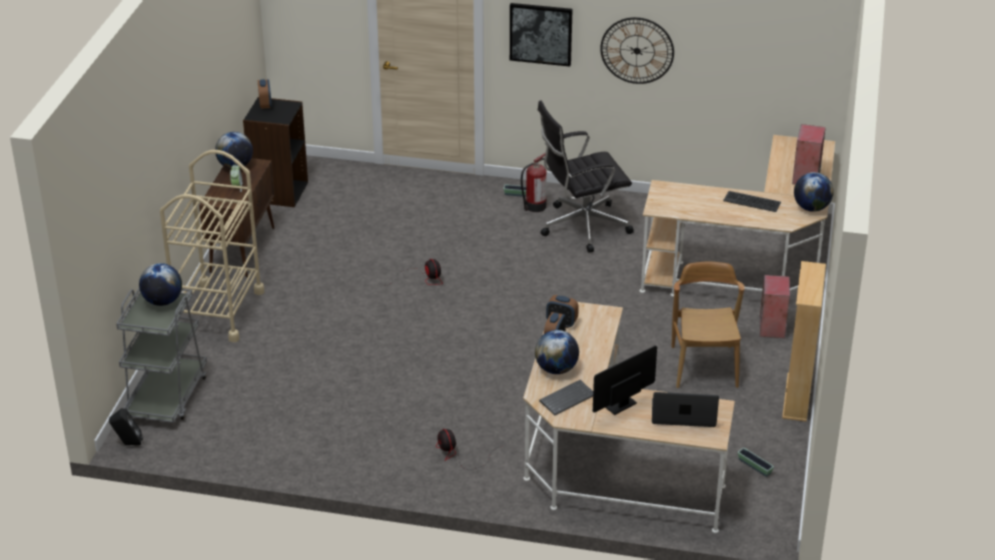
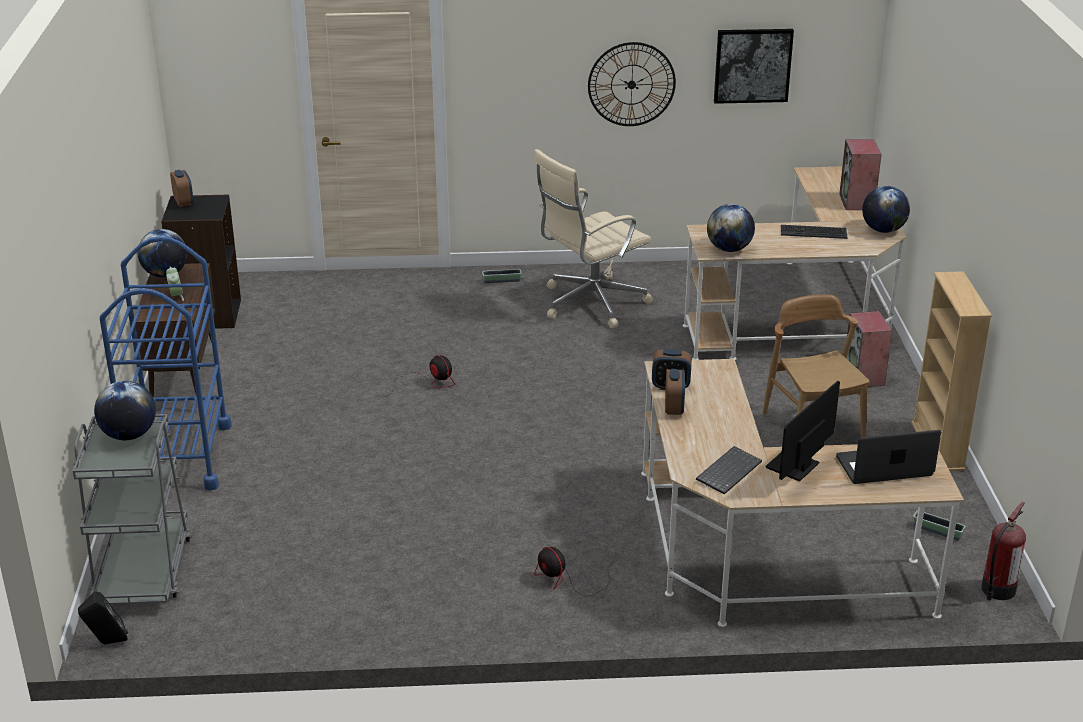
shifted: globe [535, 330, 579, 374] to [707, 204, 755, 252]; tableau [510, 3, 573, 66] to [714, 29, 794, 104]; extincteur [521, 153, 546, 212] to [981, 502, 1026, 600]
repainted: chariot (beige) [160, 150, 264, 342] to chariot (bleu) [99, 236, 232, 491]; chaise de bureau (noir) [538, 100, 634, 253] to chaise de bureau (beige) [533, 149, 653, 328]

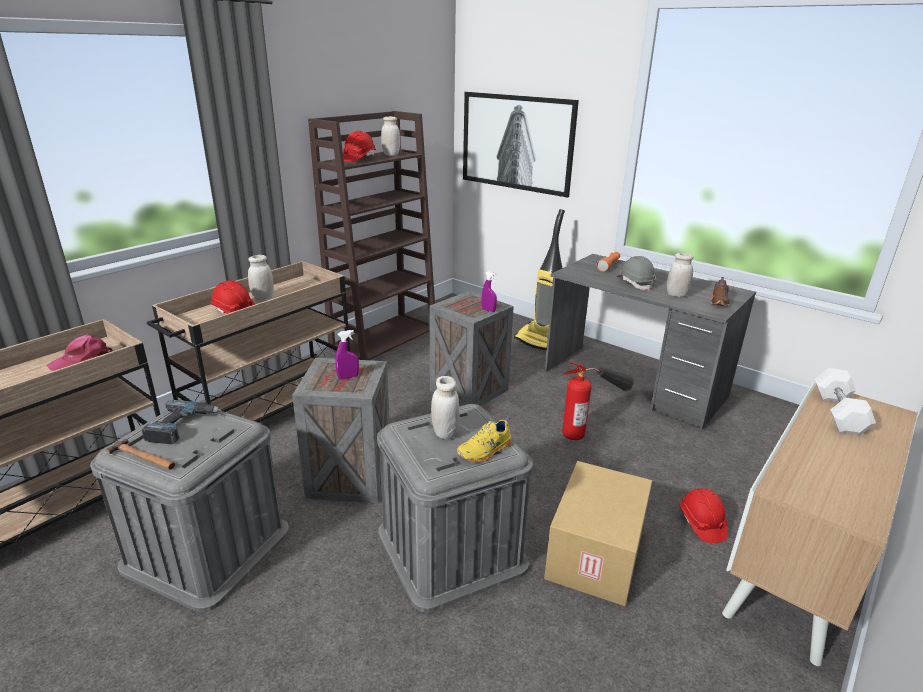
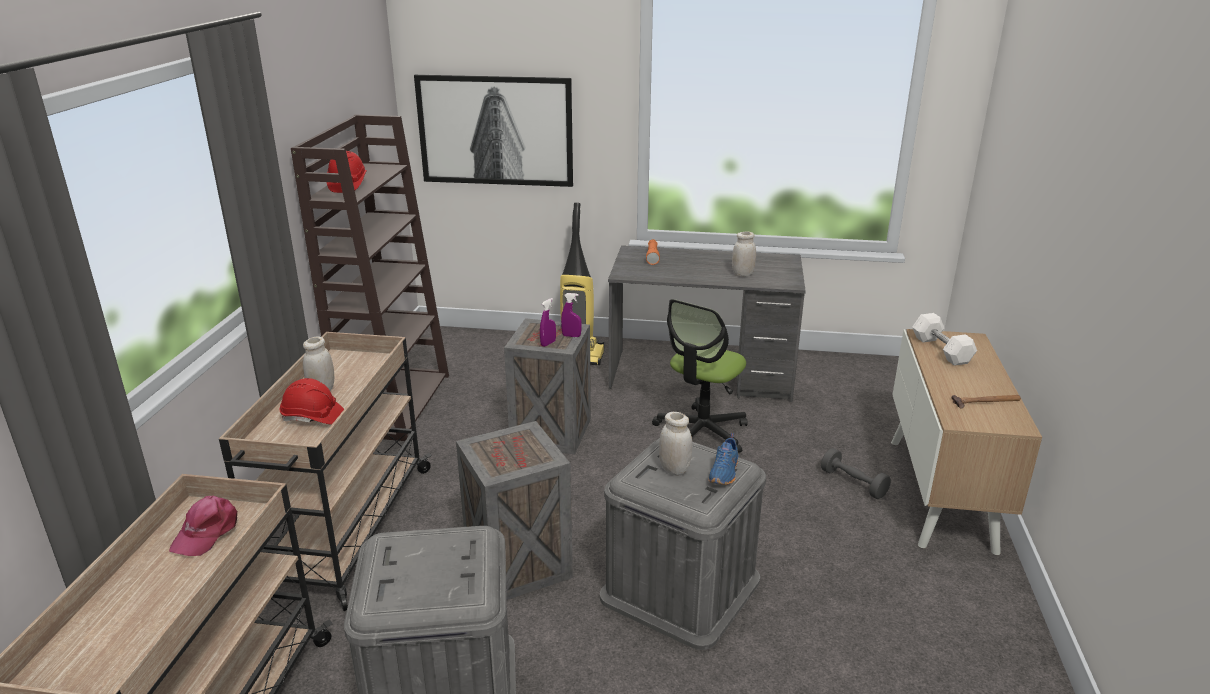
gone: perceuse [142, 400, 221, 444]; bocal (blanc) [381, 116, 400, 156]; carton [544, 461, 652, 606]; casque de chantier (gris) [617, 256, 656, 291]; chaussure (marron) [711, 277, 730, 307]
shifted: vaporisateur (violet) [335, 330, 359, 380] to [540, 298, 556, 347]; marteau [105, 439, 175, 470] to [952, 395, 1021, 408]
swapped: extincteur [562, 361, 634, 440] to chaise de bureau [652, 299, 748, 452]; casque de chantier (rouge) [680, 488, 728, 543] to haltère (gris) [821, 448, 891, 499]
repainted: chaussure (jaune) [457, 416, 512, 462] to chaussure (bleu) [708, 433, 738, 485]

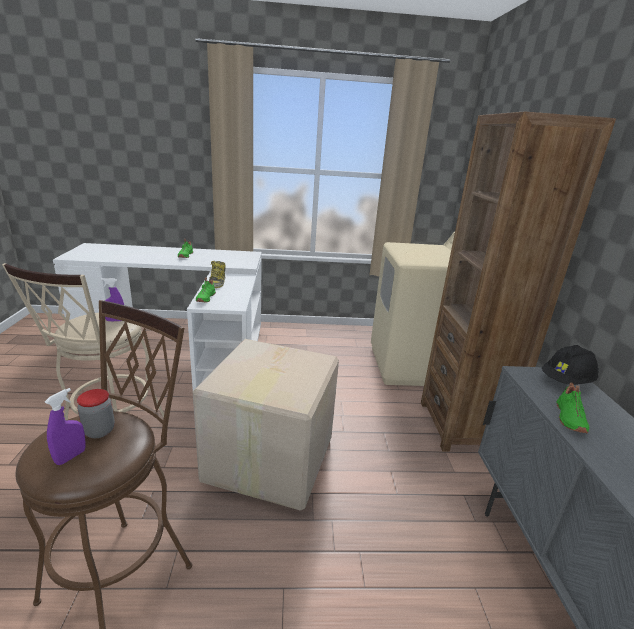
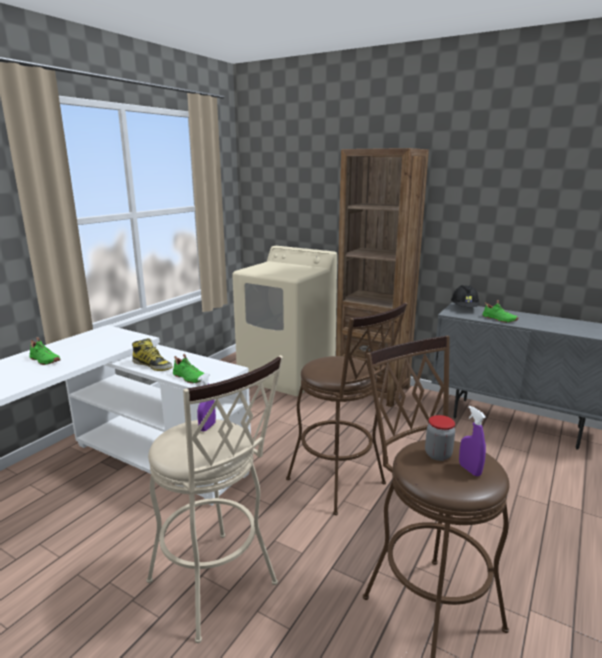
swapped: carton [192, 339, 339, 511] to tabouret (marron) [286, 302, 408, 515]

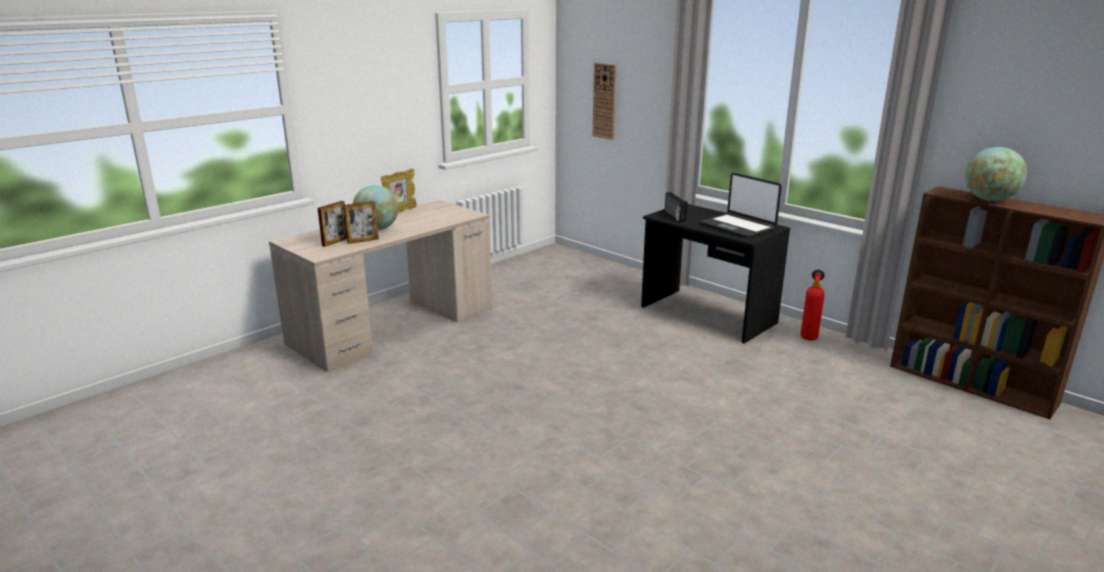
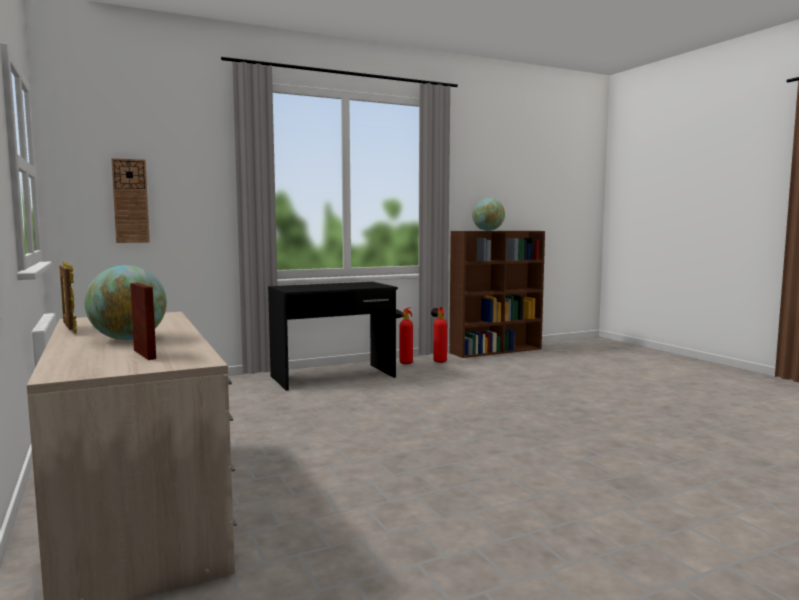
gone: cadre photo [343, 201, 379, 244]; radio [665, 192, 688, 223]; ordinateur portable [700, 172, 782, 238]
new: extincteur [431, 307, 447, 363]

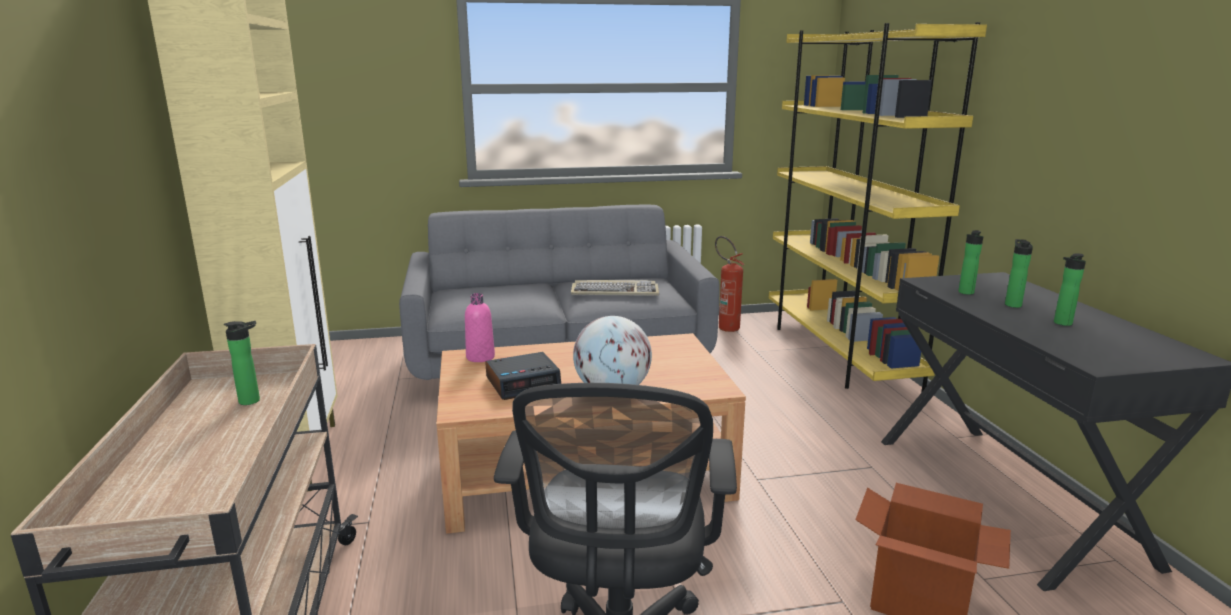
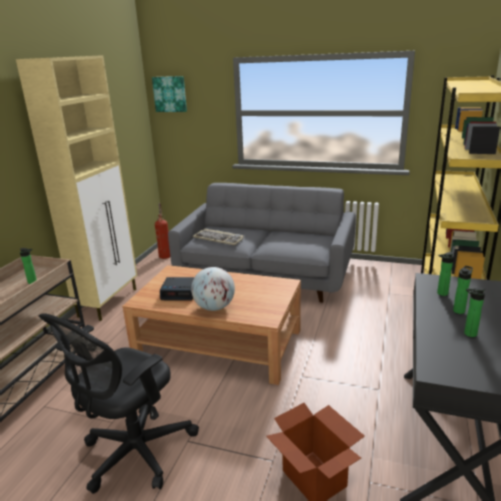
gone: bouteille (rose) [465, 293, 495, 362]
new: tableau [152, 76, 187, 112]
shifted: extincteur [715, 236, 745, 332] to [155, 203, 170, 259]; clavier [571, 280, 659, 296] to [193, 229, 244, 245]

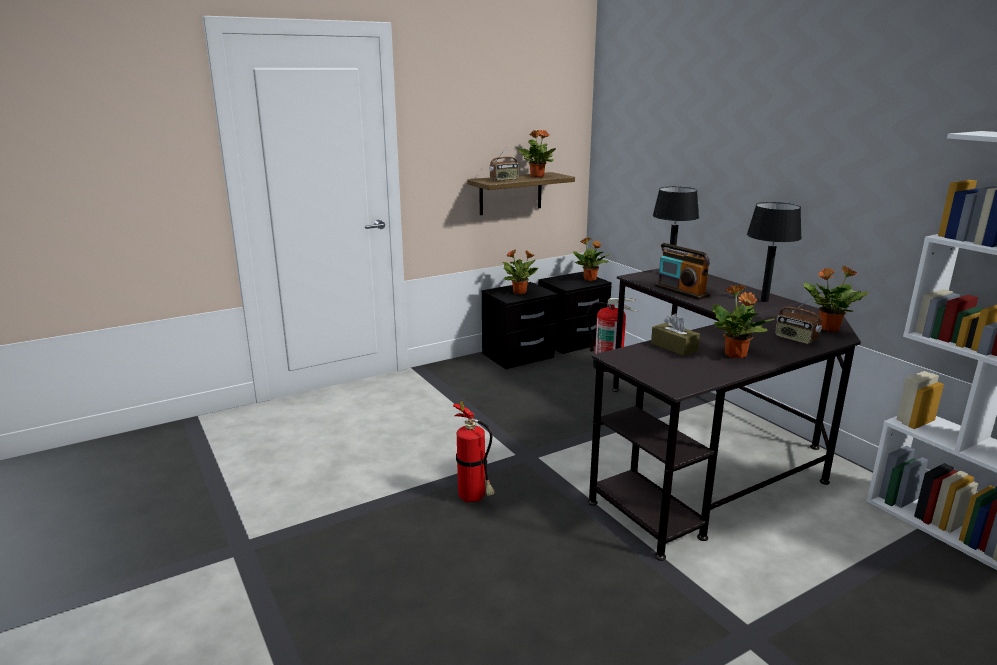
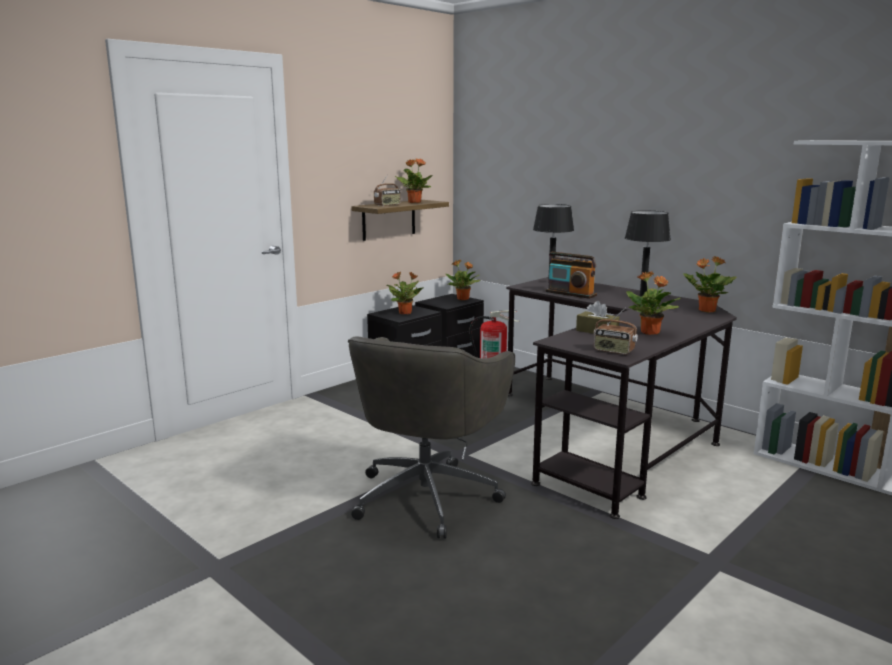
shifted: radio [775, 297, 822, 344] to [593, 308, 638, 355]
swapped: extincteur [453, 401, 495, 503] to chaise de bureau (gris) [348, 337, 515, 539]

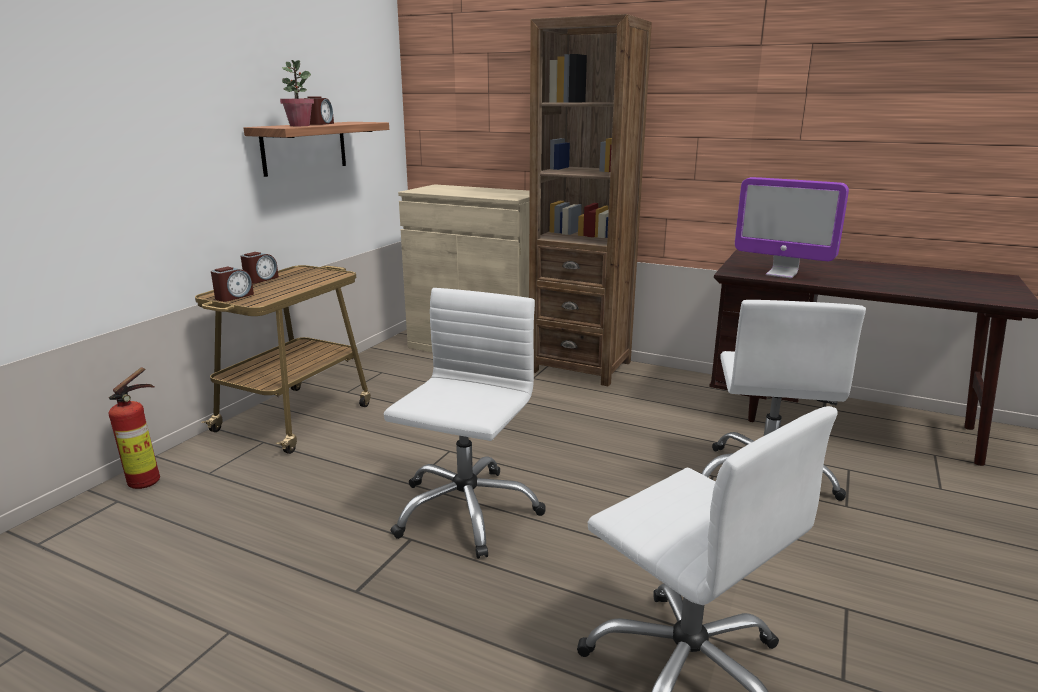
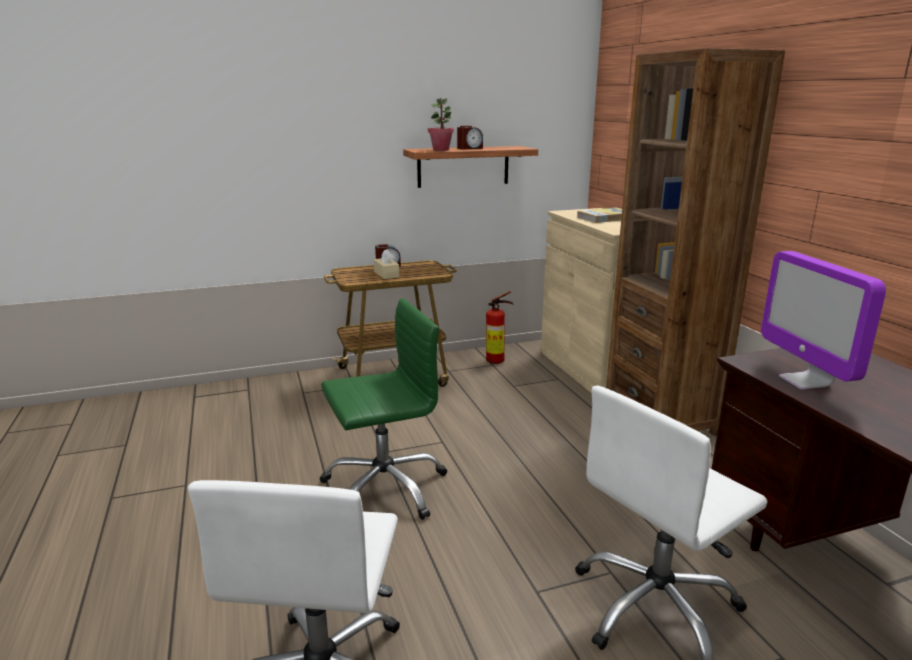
gone: réveil [211, 267, 254, 302]
new: boîte à mouchoirs (beige) [374, 249, 399, 279]; livre [576, 207, 622, 223]
shifted: extincteur [108, 367, 160, 489] to [486, 291, 514, 364]
repainted: chaise de bureau (blanc) [384, 288, 546, 559] to chaise de bureau (vert) [319, 298, 447, 520]

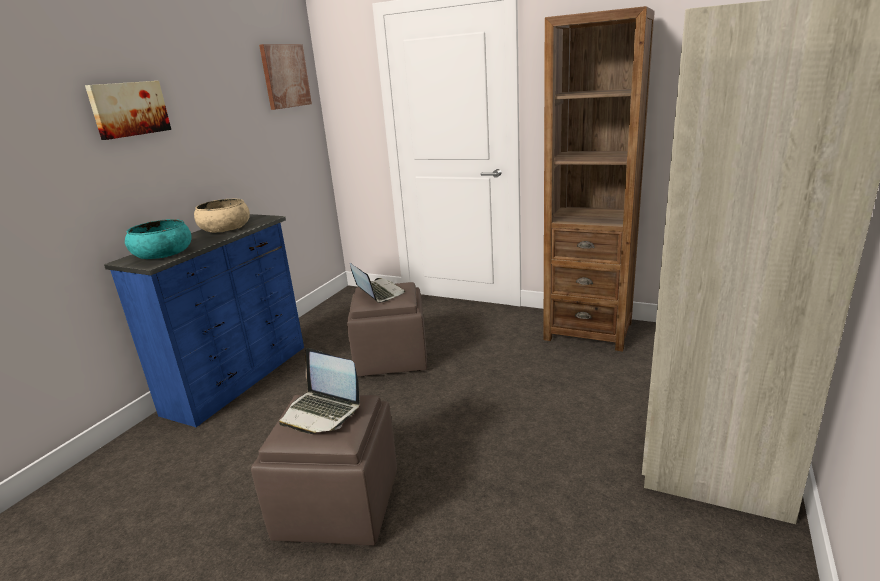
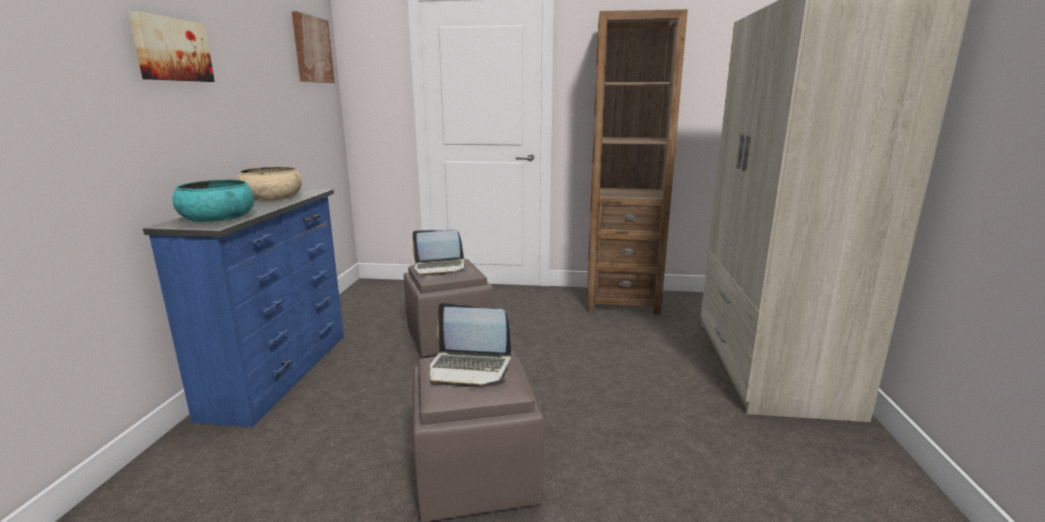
rotated: ordinateur portable [350, 263, 405, 303] = [412, 230, 468, 276] 135 degrees clockwise

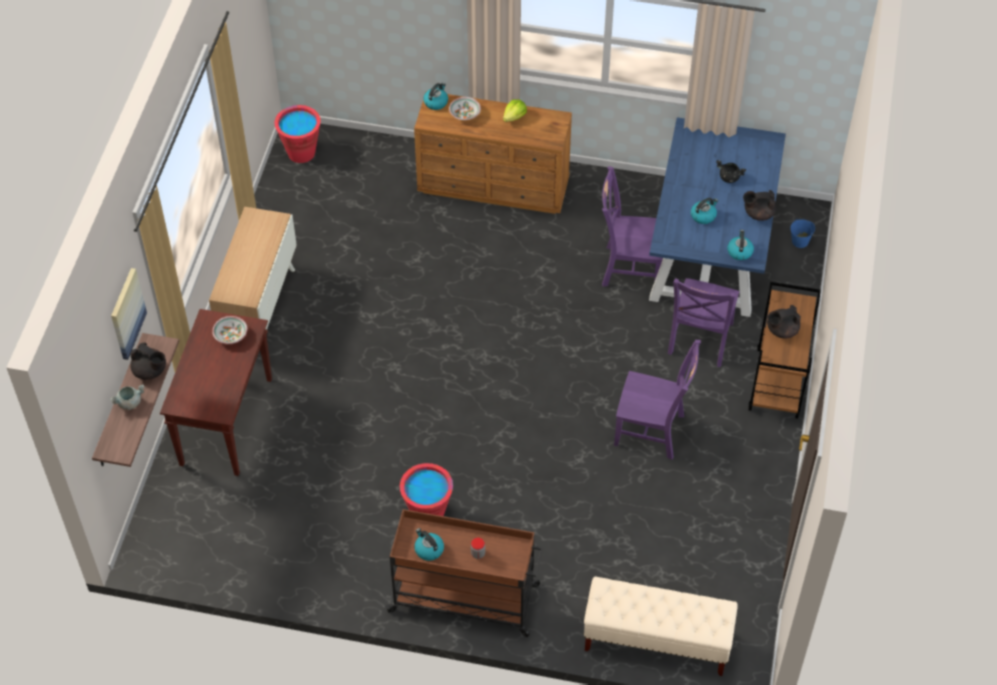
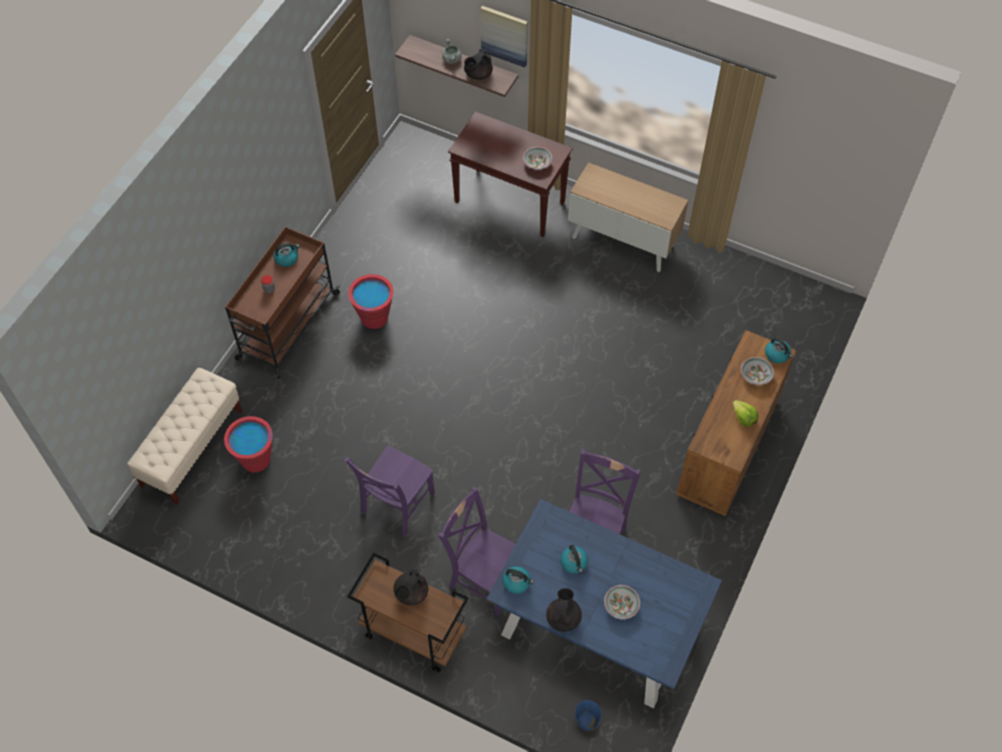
shifted: seau (rouge) [274, 105, 321, 163] to [224, 416, 273, 472]
swapped: marmite (noir) [716, 160, 746, 183] to bol [604, 585, 640, 619]
rotated: théière (noir) [767, 305, 801, 338] = [393, 569, 428, 605] 135 degrees counterclockwise

